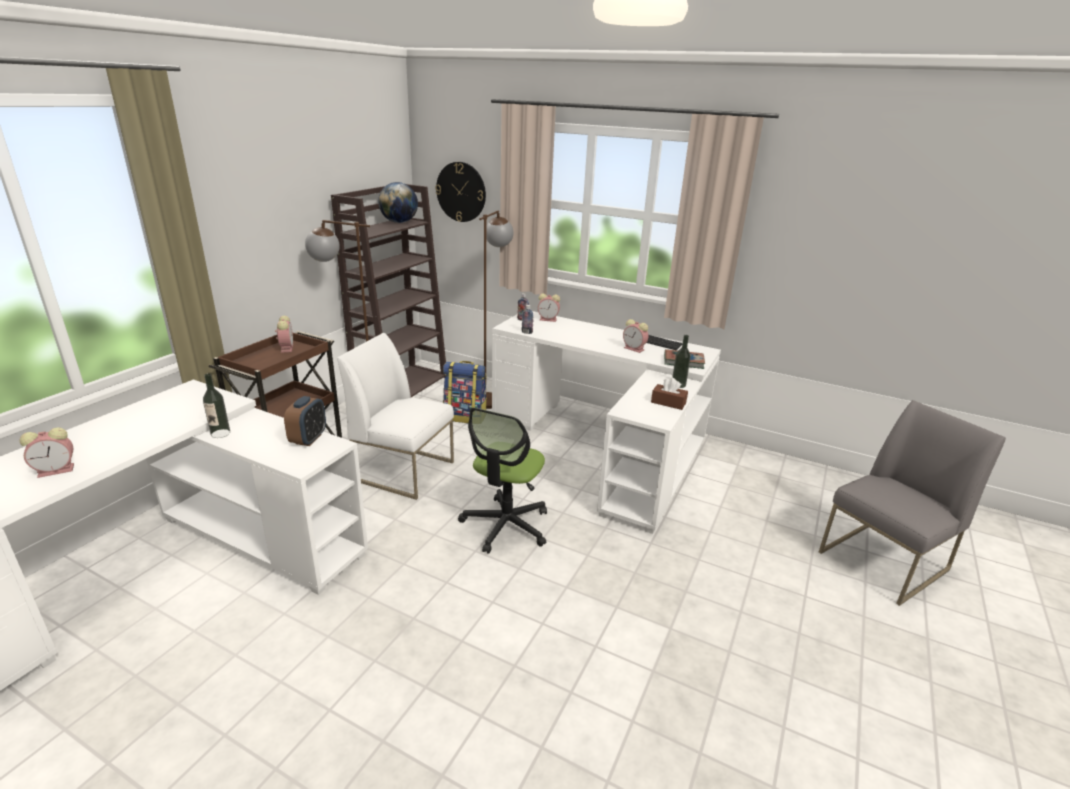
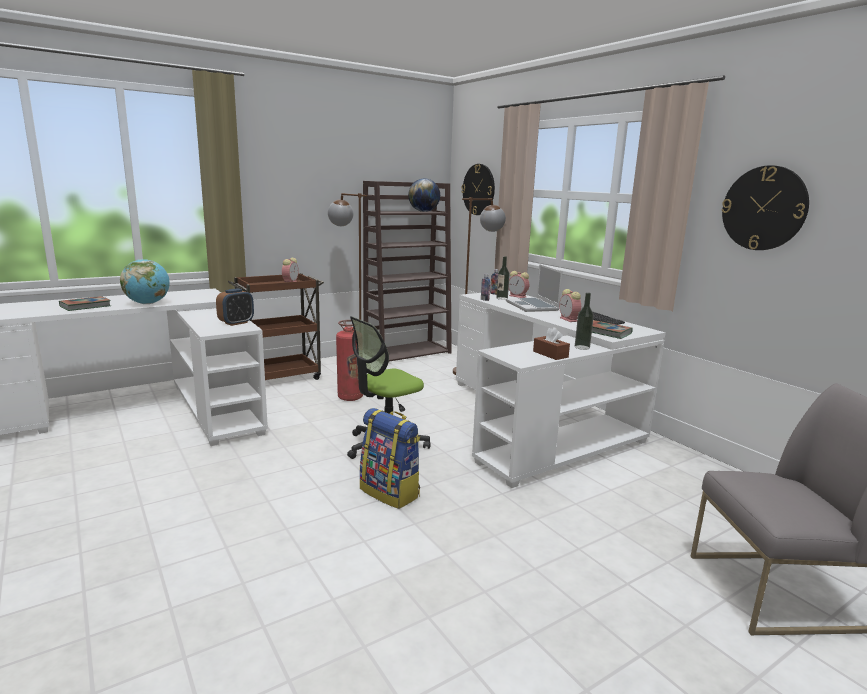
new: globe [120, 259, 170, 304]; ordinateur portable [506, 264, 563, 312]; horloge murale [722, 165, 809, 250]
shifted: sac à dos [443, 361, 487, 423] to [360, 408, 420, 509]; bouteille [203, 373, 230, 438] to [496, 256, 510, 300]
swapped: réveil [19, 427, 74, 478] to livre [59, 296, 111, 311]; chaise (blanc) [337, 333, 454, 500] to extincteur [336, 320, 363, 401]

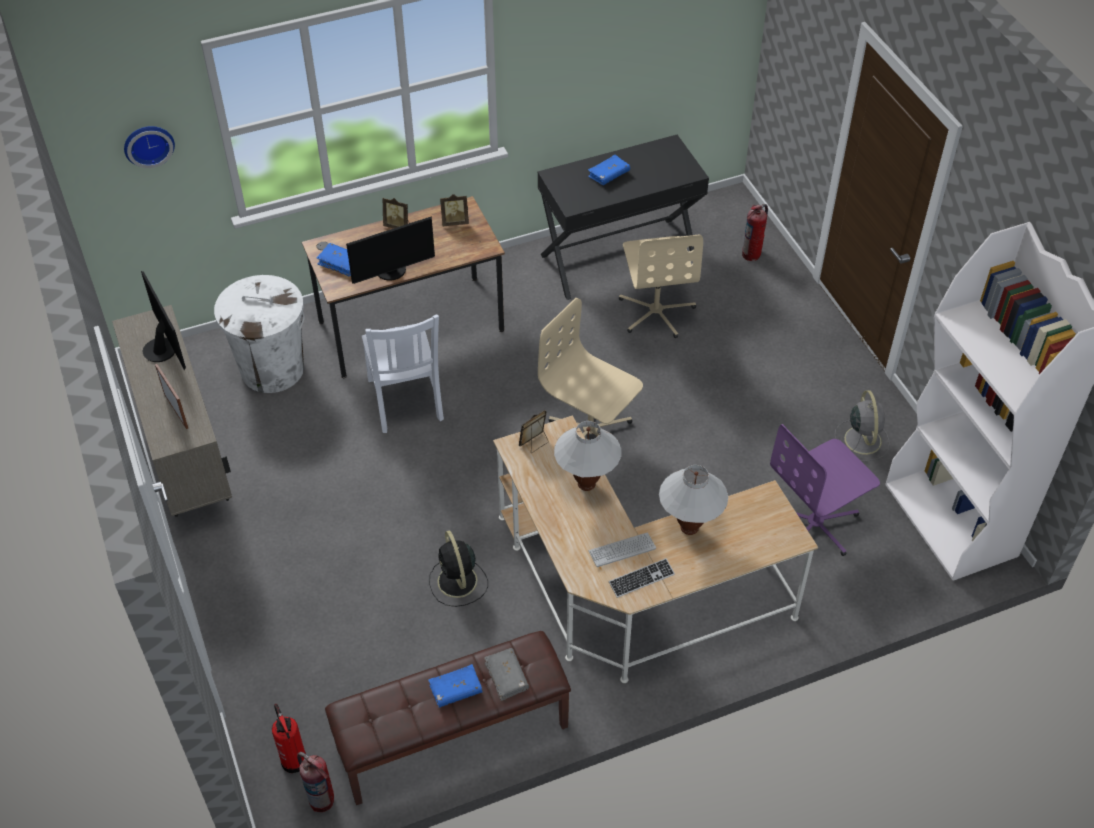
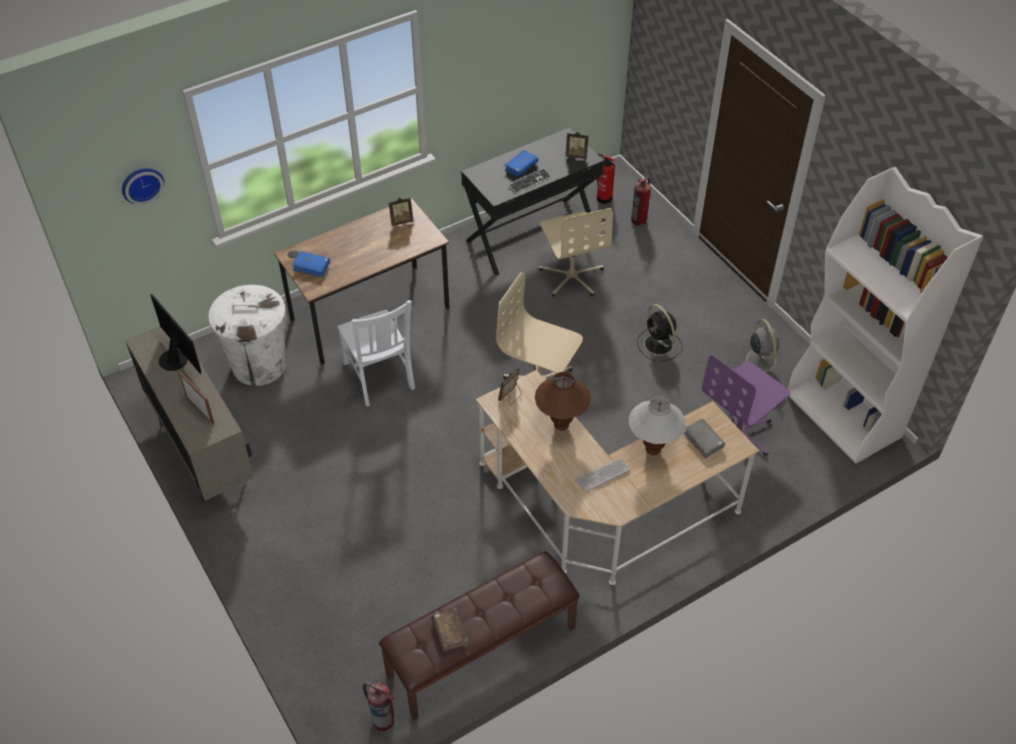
gone: écran d'ordinateur [346, 216, 435, 284]; livre (bleu) [428, 664, 482, 708]
new: livre (marron) [431, 608, 468, 652]
shifted: clavier [609, 558, 675, 598] to [509, 168, 551, 193]; cadre photo [382, 198, 409, 229] to [565, 132, 589, 159]; extincteur [272, 704, 306, 773] to [597, 154, 615, 204]; ventilateur (noir) [429, 531, 488, 607] to [637, 304, 683, 362]; livre (gris) [484, 648, 529, 701] to [683, 419, 725, 459]
repainted: lampe de table (blanc) [554, 421, 621, 491] to lampe de table (marron) [535, 372, 591, 431]

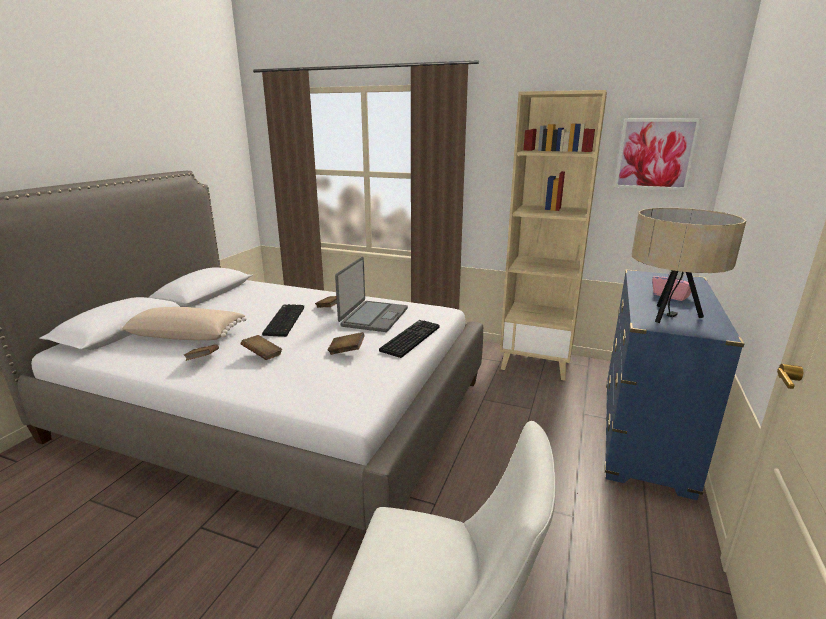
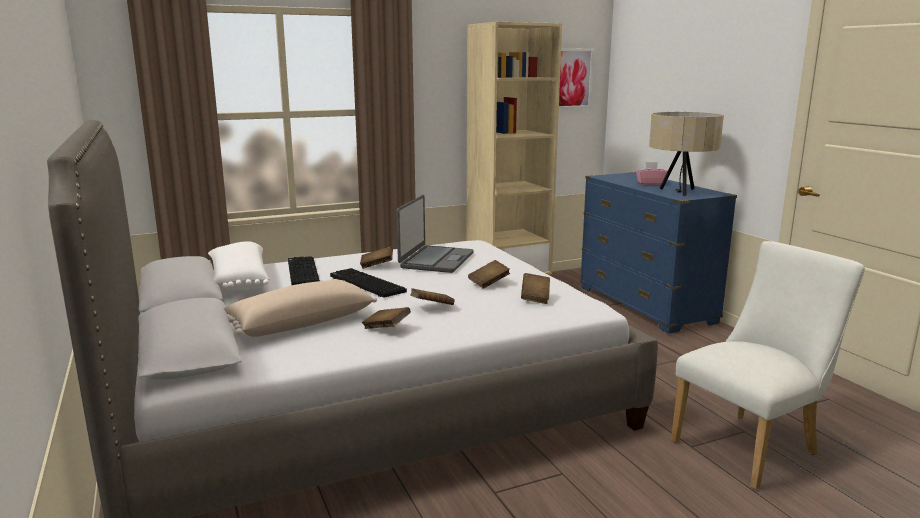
new: coussin (blanc) [208, 241, 269, 290]; livre (marron) [521, 273, 550, 304]
shifted: clavier [379, 320, 440, 358] to [288, 256, 320, 285]
rotated: ordinateur portable [335, 257, 408, 332] = [396, 195, 474, 273] 45 degrees clockwise

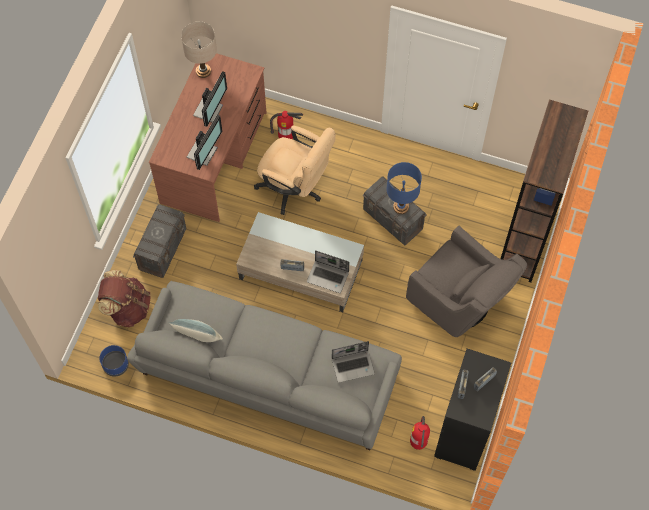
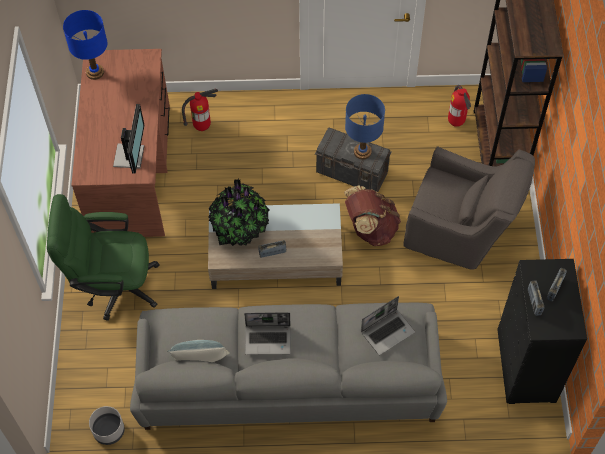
gone: écran d'ordinateur [193, 71, 227, 127]; chaise de bureau (beige) [254, 126, 336, 215]
new: plante en pot [208, 178, 269, 246]
shifted: ordinateur portable [307, 250, 349, 293] to [244, 312, 291, 355]; sac à dos (marron) [98, 270, 151, 327] to [344, 185, 401, 246]; extincteur [410, 416, 430, 450] to [448, 85, 471, 127]
swapped: boîte de rangement (gris) [133, 204, 186, 278] to chaise de bureau (vert) [47, 194, 160, 321]
repainted: lampe de table (beige) [181, 21, 217, 78] to lampe de table (bleu) [63, 10, 107, 80]; cache-pot (bleu) [99, 345, 129, 376] to cache-pot (gris) [89, 406, 125, 445]

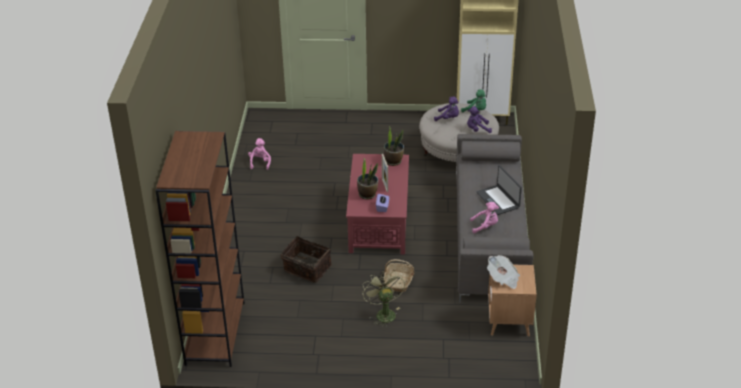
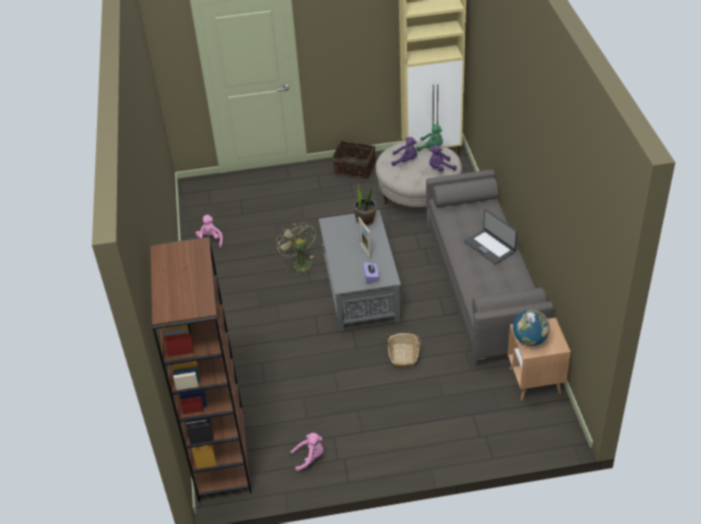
gone: plante en pot [357, 158, 378, 200]
shifted: ventilateur (vert) [362, 271, 405, 327] to [276, 221, 316, 275]; peluche (rose) [470, 202, 499, 233] to [291, 433, 323, 471]; panier [281, 236, 332, 283] to [332, 141, 376, 179]
swapped: journal [487, 255, 520, 289] to globe [513, 310, 550, 346]
repainted: table basse (rouge) [346, 154, 409, 255] to table basse (gris) [319, 210, 401, 331]

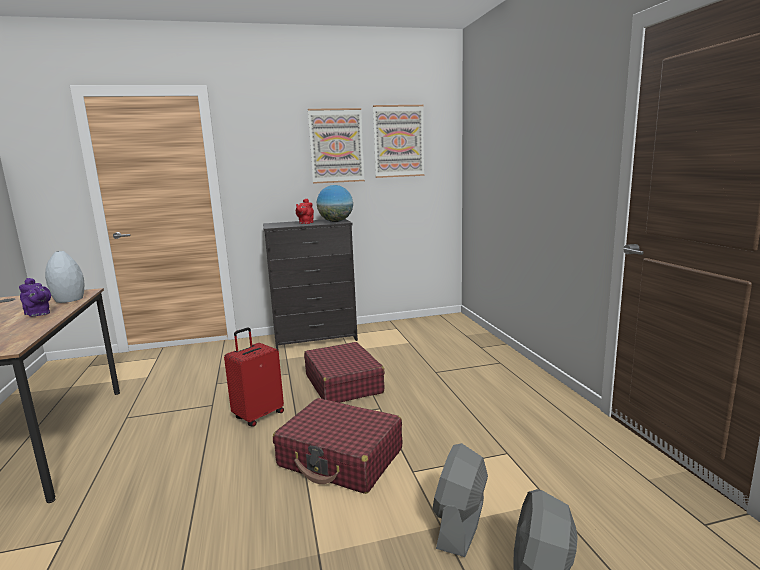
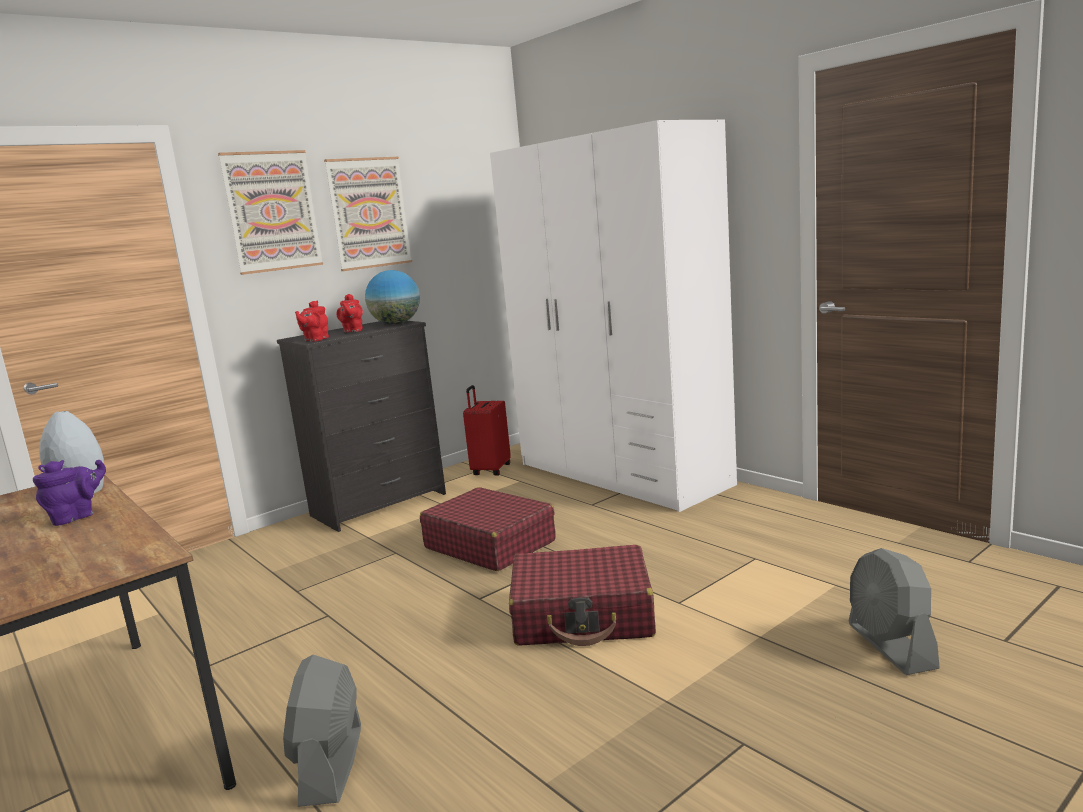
new: théière (rouge) [295, 301, 329, 342]; armoire (blanc) [490, 120, 737, 512]
shifted: tableau [373, 105, 425, 178] to [218, 150, 323, 275]; ventilateur (gris) [432, 443, 488, 557] to [283, 655, 361, 807]; valise (rouge) [224, 328, 284, 427] to [463, 385, 511, 476]
rotated: théière (violet) [19, 278, 51, 317] = [33, 460, 106, 526] 60 degrees counterclockwise

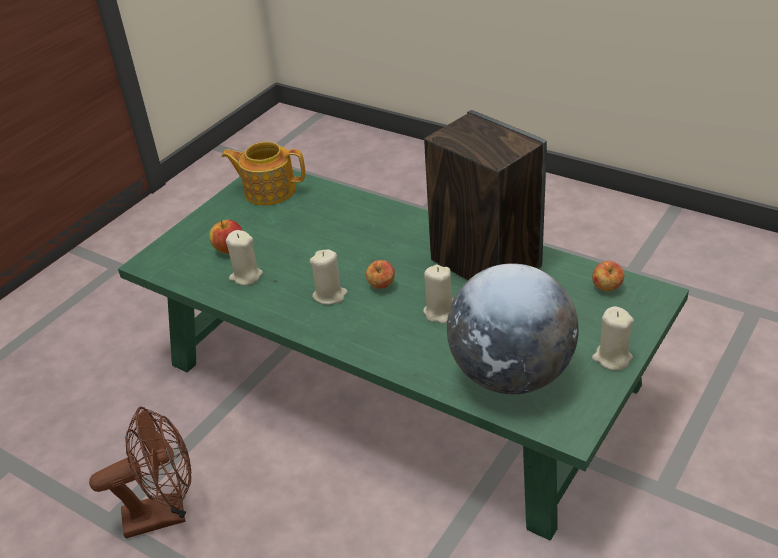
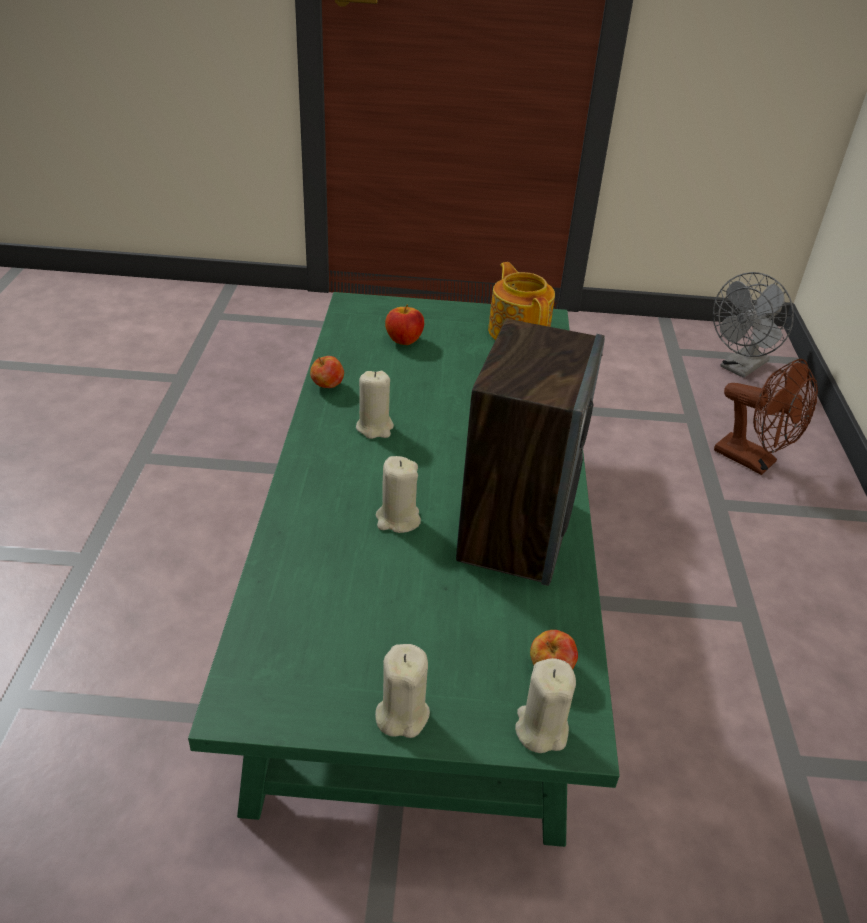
gone: globe [447, 263, 579, 394]
new: ventilateur (gris) [713, 272, 794, 378]
shifted: pomme [366, 260, 395, 289] to [310, 356, 344, 388]; bougie (beige) [226, 230, 263, 285] to [515, 658, 576, 753]; ventilateur (marron) [89, 406, 191, 538] to [714, 358, 818, 475]

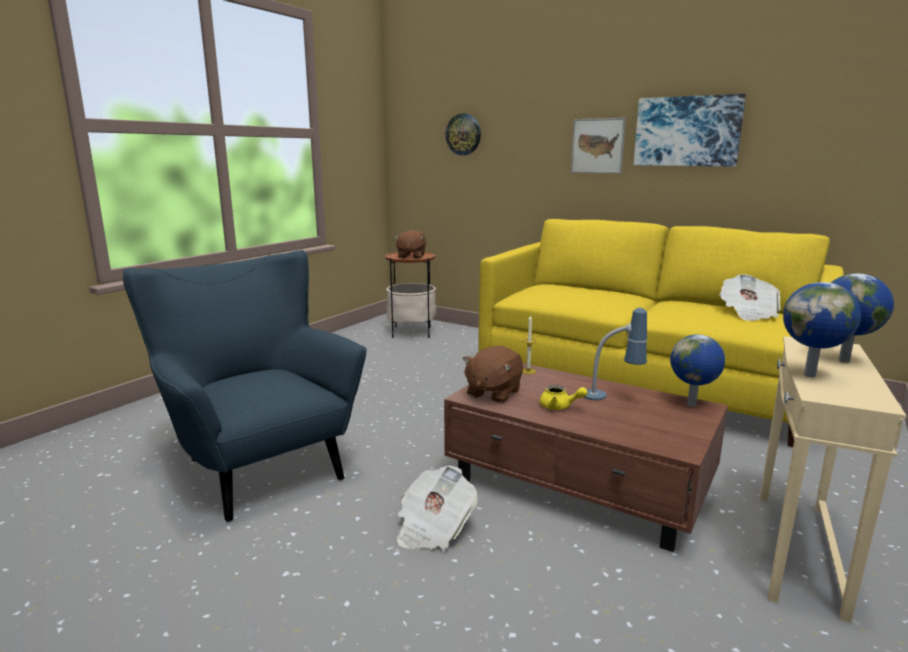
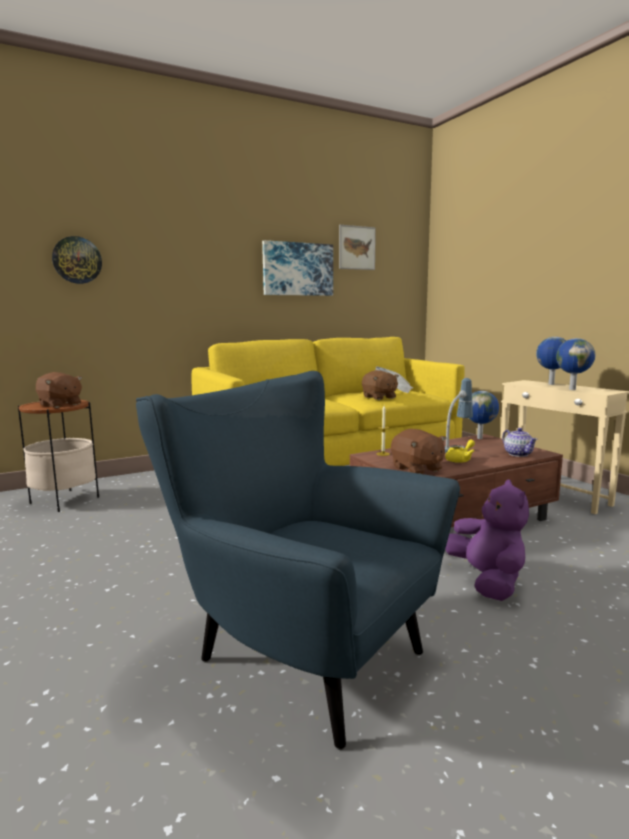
new: peluche (marron) [362, 370, 399, 400]; théière [502, 428, 538, 457]
shifted: tableau [571, 118, 626, 174] to [339, 225, 376, 270]
swapped: journal [397, 466, 478, 549] to peluche (violet) [445, 479, 529, 601]
rotated: fauteuil (bleu) [123, 250, 367, 522] = [136, 371, 460, 750] 45 degrees clockwise

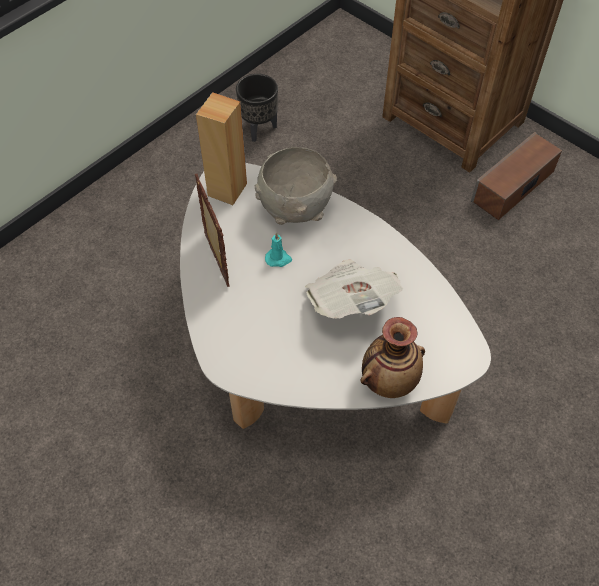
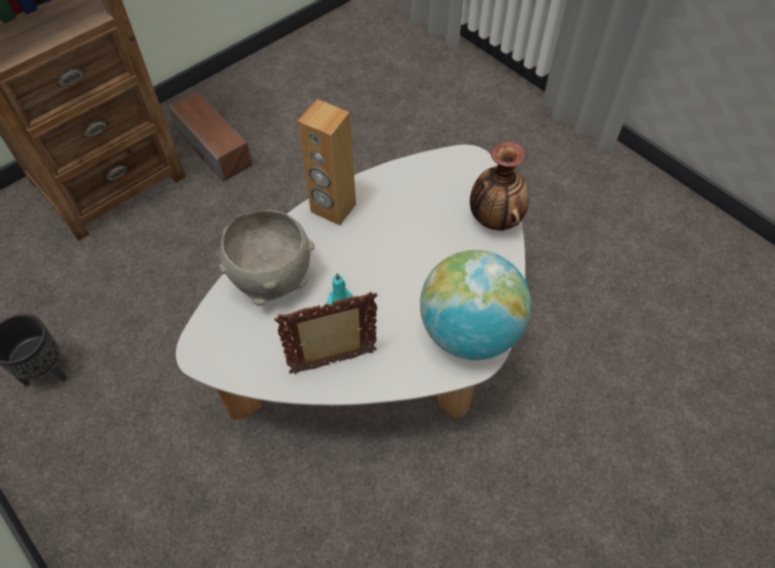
gone: journal [305, 259, 403, 319]
new: globe [420, 250, 531, 360]
shifted: enceinte (marron) [196, 92, 247, 205] to [297, 99, 356, 226]

